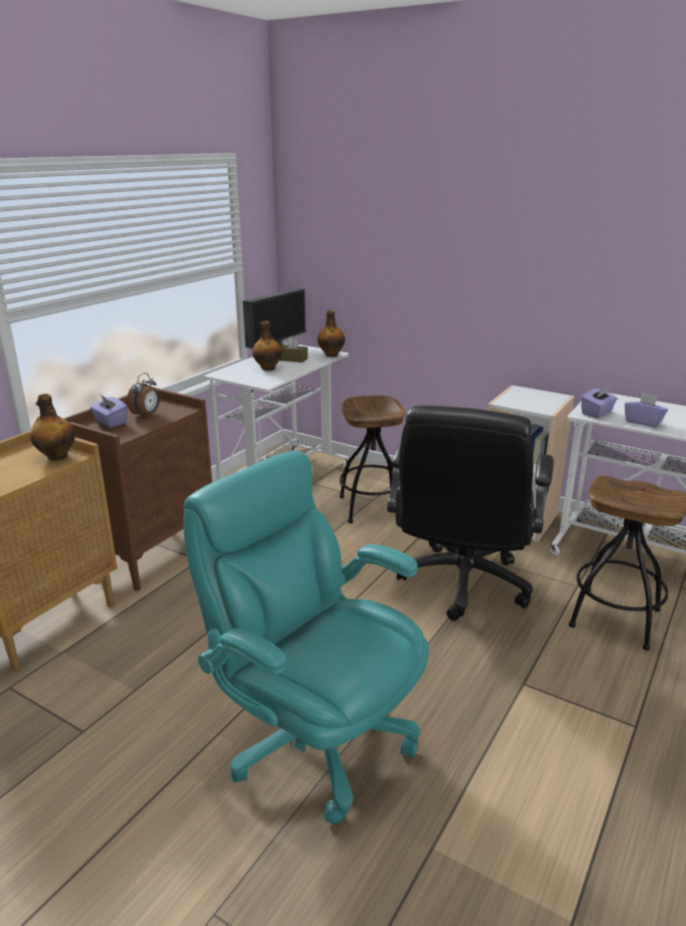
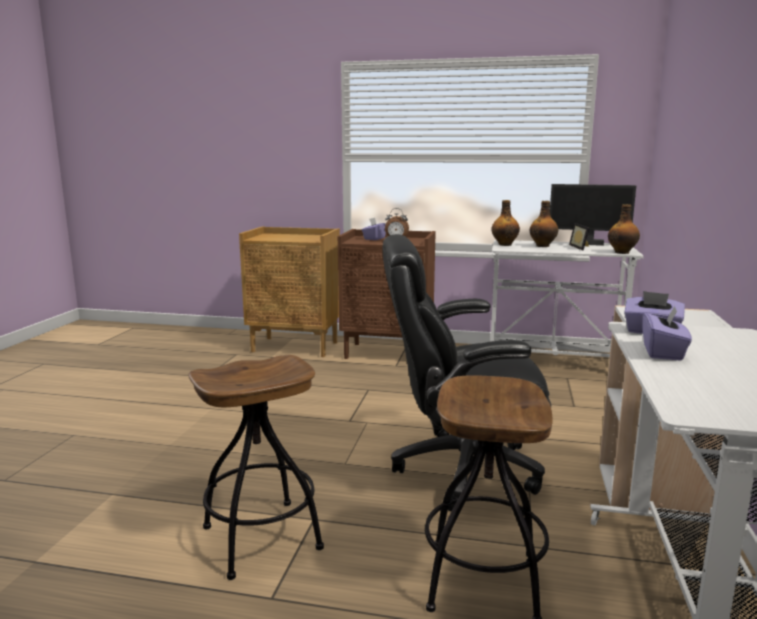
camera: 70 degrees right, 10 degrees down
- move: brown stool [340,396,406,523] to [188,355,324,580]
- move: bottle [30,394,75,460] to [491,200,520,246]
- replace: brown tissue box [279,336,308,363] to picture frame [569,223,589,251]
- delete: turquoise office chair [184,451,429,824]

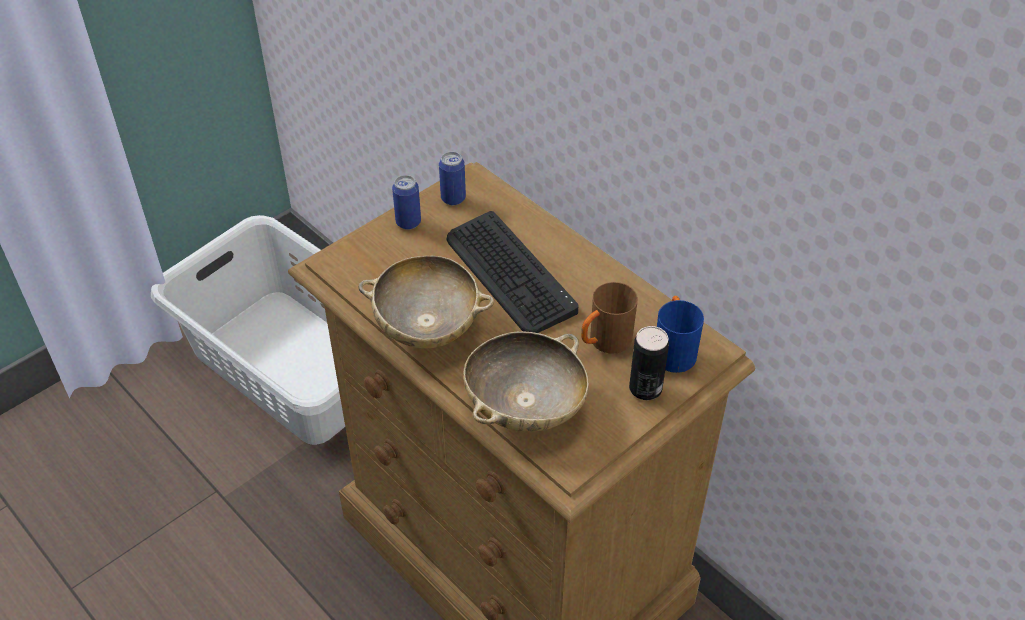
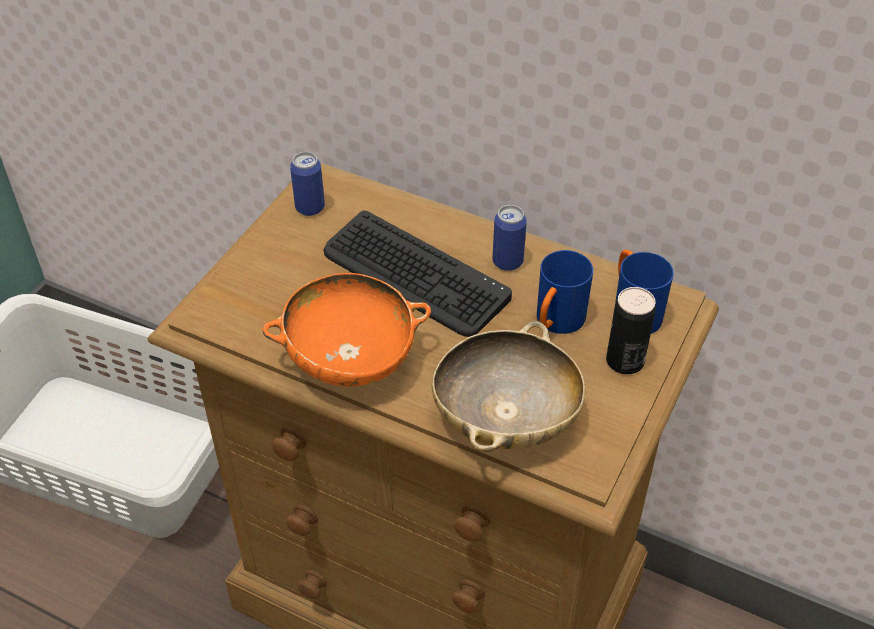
camera: 20 degrees left, 0 degrees up
- recolor: beige bowl [358,256,494,348] to orange bowl [262,273,431,387]
- move: can [392,175,421,230] to [492,205,527,271]
- recolor: brown mug [581,282,638,353] to blue mug [537,250,593,334]

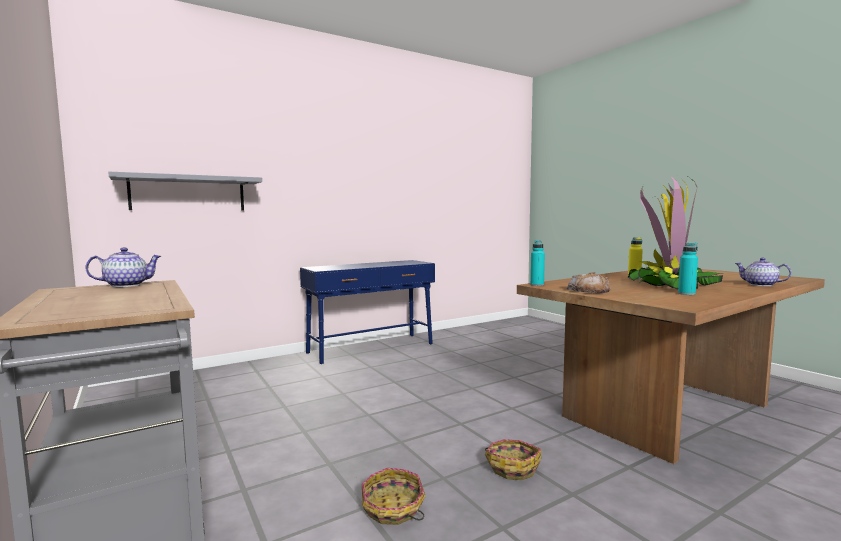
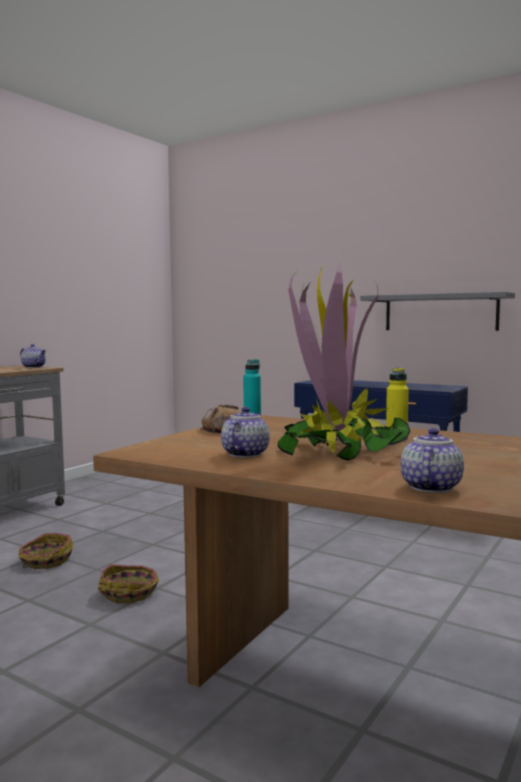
camera: 65 degrees right, 0 degrees up
- replace: turquoise bottle [678,243,698,295] to teapot [221,407,270,458]
- move: grey shelf [109,172,262,210] to [360,292,515,331]

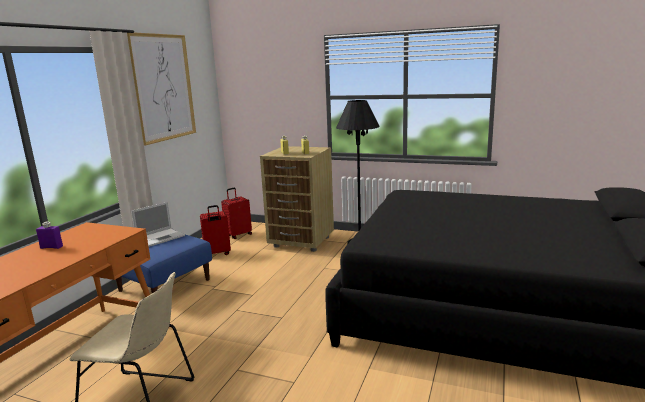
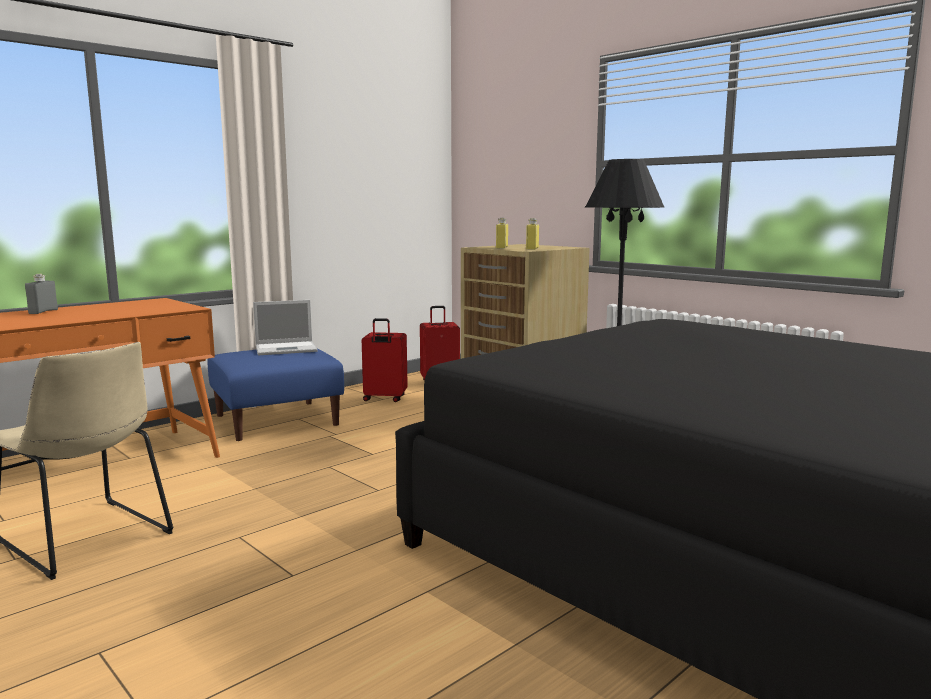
camera: 25 degrees right, 5 degrees down
- insert: grey bottle [25,274,58,314]
- delete: purple bottle [36,221,63,249]
- delete: picture [127,33,196,146]

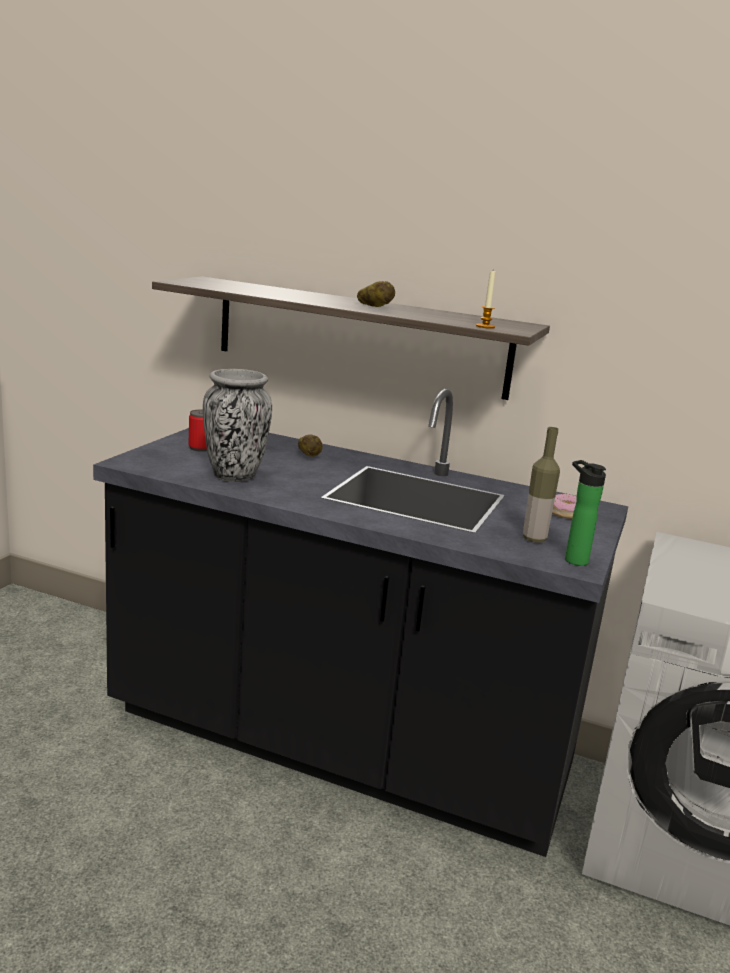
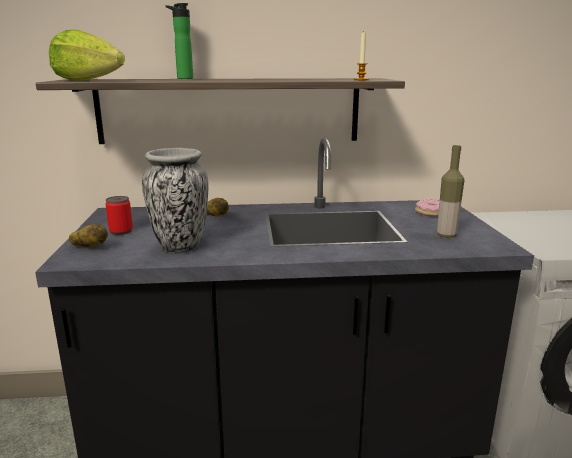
camera: 25 degrees left, 0 degrees up
- insert: lettuce [49,30,125,81]
- move: potato [357,281,395,307] to [69,224,108,247]
- move: bottle [565,460,606,566] to [166,3,193,79]

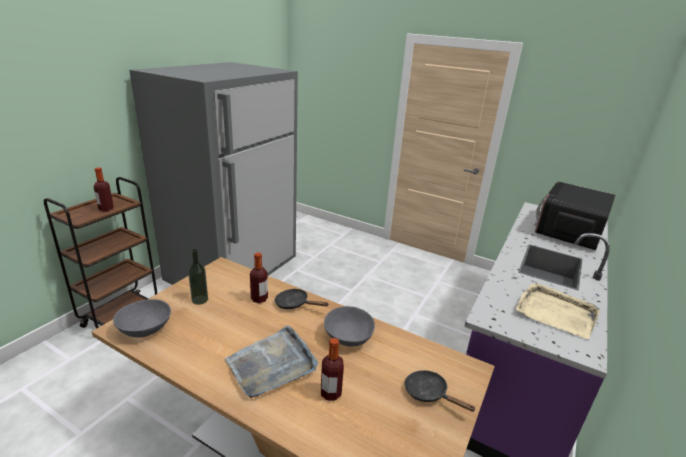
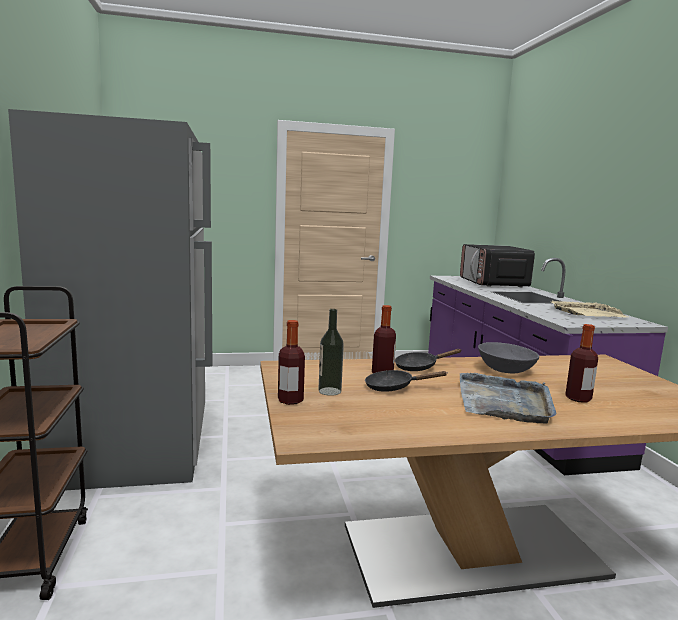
camera: 40 degrees left, 15 degrees down
- move: bottle [94,167,114,212] to [278,320,305,405]
- move: black frying pan [404,370,475,412] to [365,370,448,392]
- delete: grey bowl [113,299,171,337]

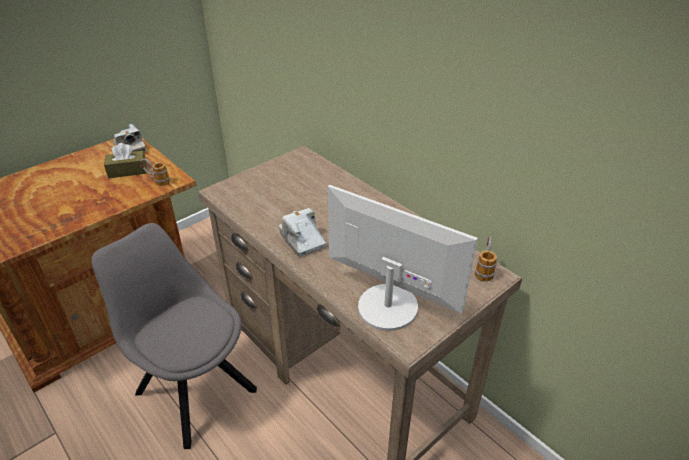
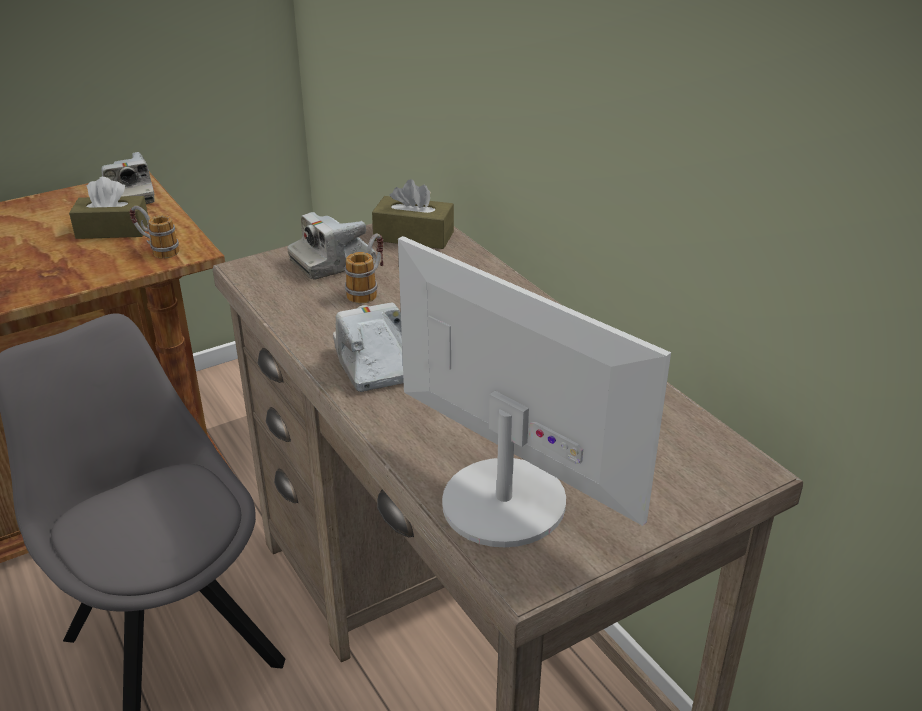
camera: 10 degrees right, 5 degrees down
- insert: photo camera [287,212,376,279]
- move: mug [475,236,497,282] to [344,234,383,303]
- insert: brown tissue box [372,179,454,249]

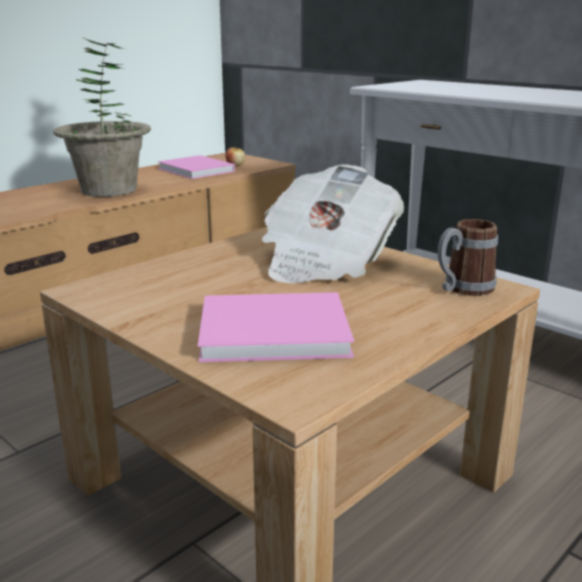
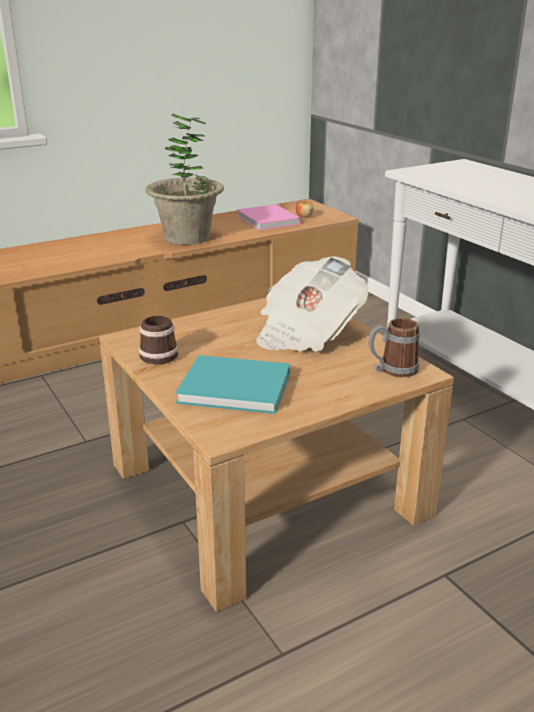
camera: 15 degrees right, 5 degrees up
- insert: mug [139,316,178,364]
- recolor: pink book [198,292,354,362] to turquoise book [175,355,290,414]

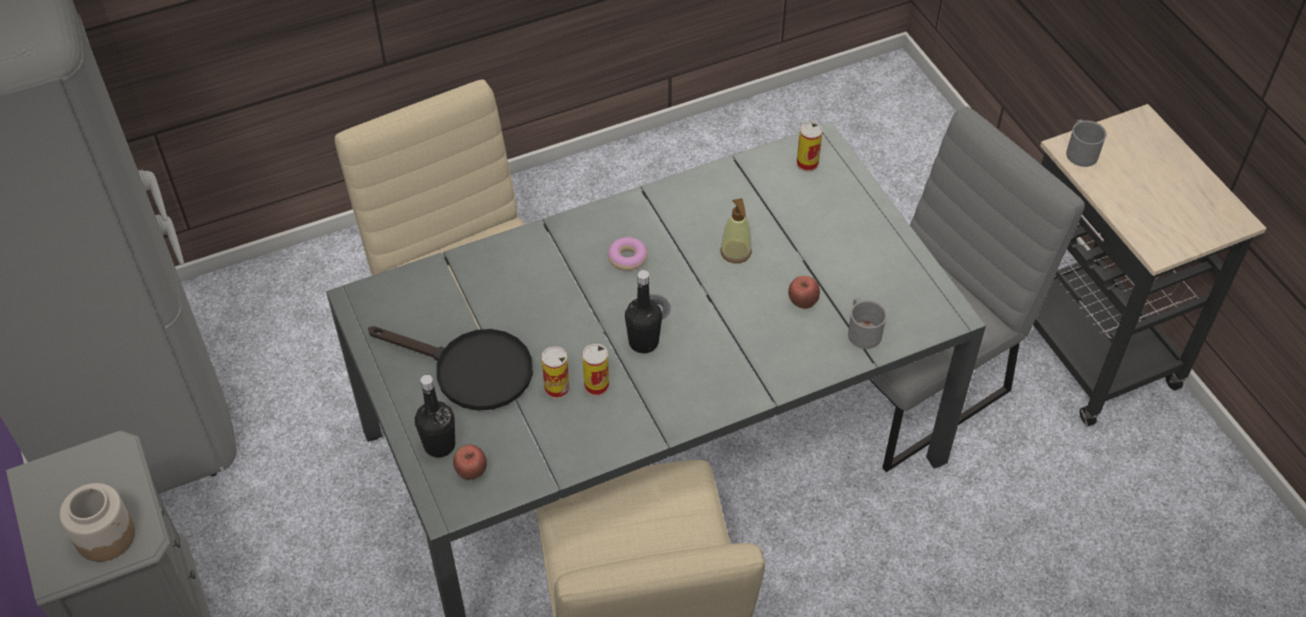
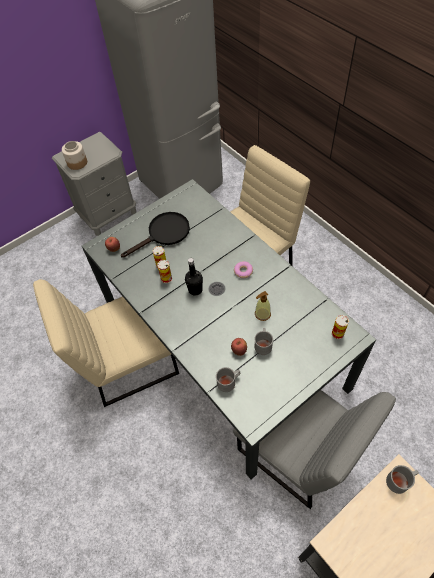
camera: 80 degrees right, 5 degrees up
- rotate: black frying pan [368,326,533,411] = [121,212,190,258] 135 degrees counterclockwise
- insert: grey mug [254,328,273,355]
- delete: black bottle [415,375,455,458]

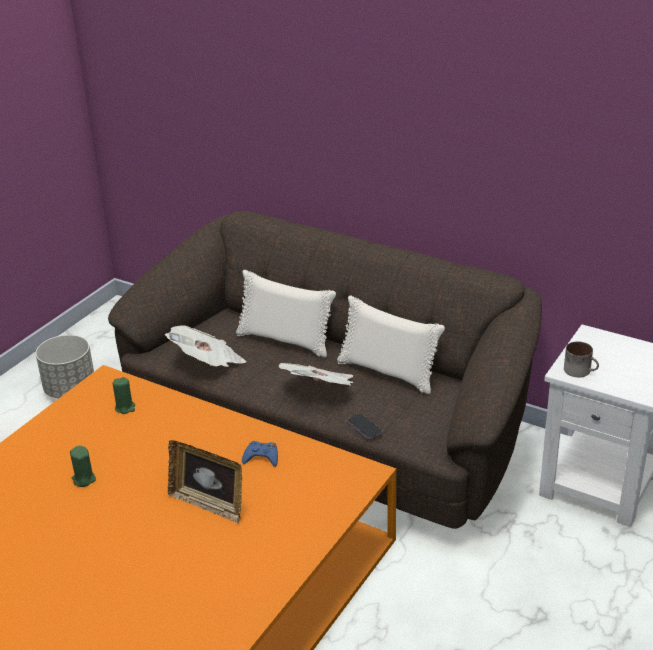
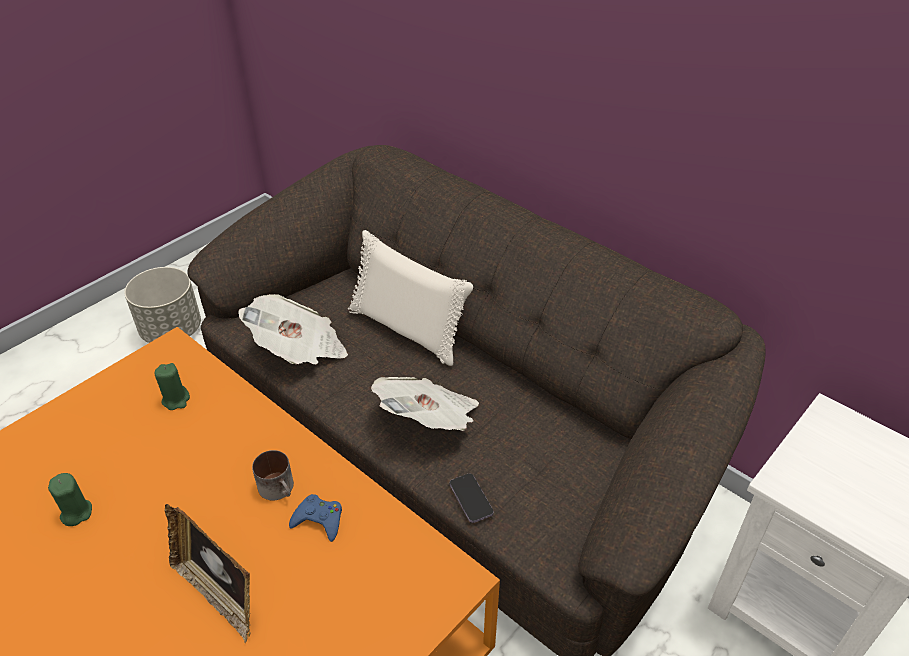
camera: 10 degrees right, 10 degrees up
- move: mug [564,341,599,377] to [252,450,294,500]
- delete: white pillow [337,295,445,394]

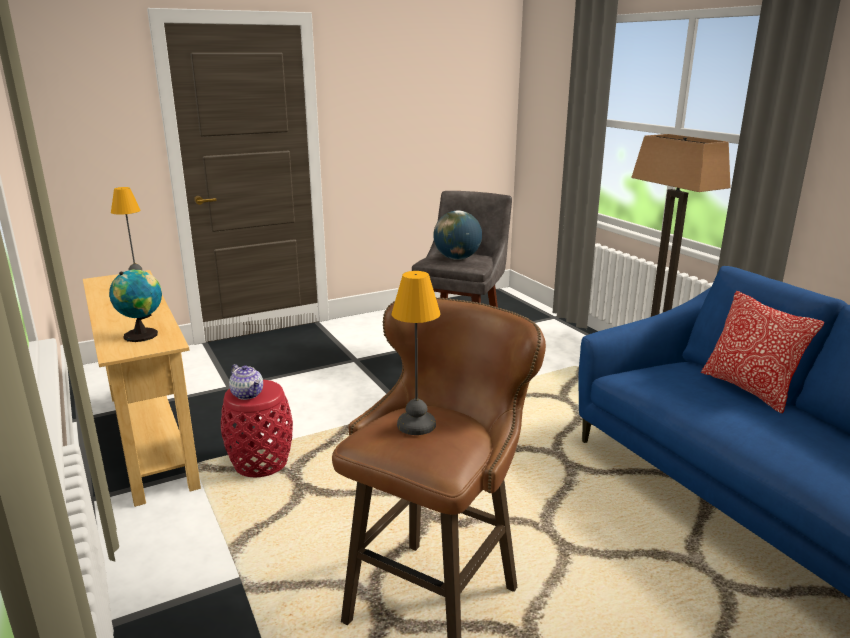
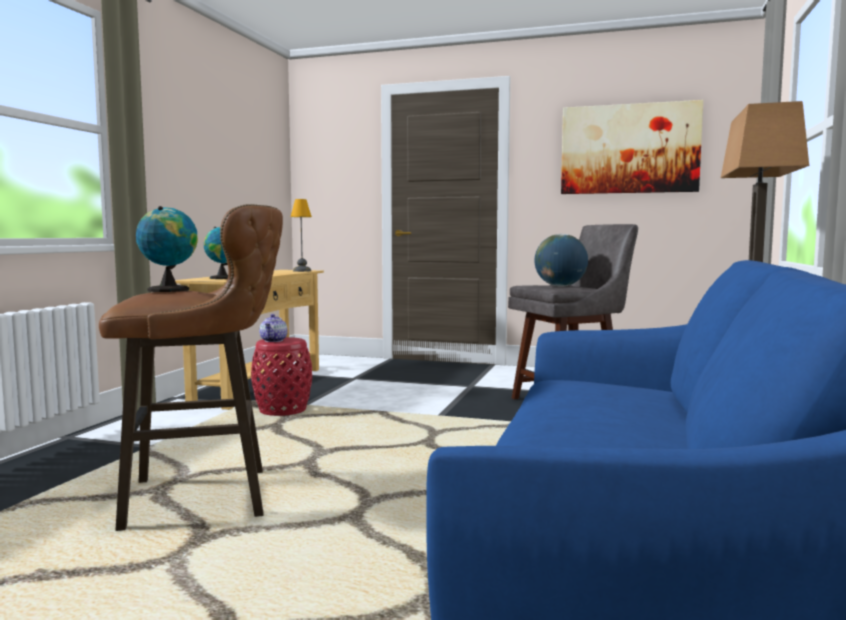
camera: 45 degrees right, 15 degrees down
- replace: table lamp [391,271,440,435] to globe [136,206,198,292]
- insert: picture [561,100,703,194]
- delete: pillow [701,291,824,413]

